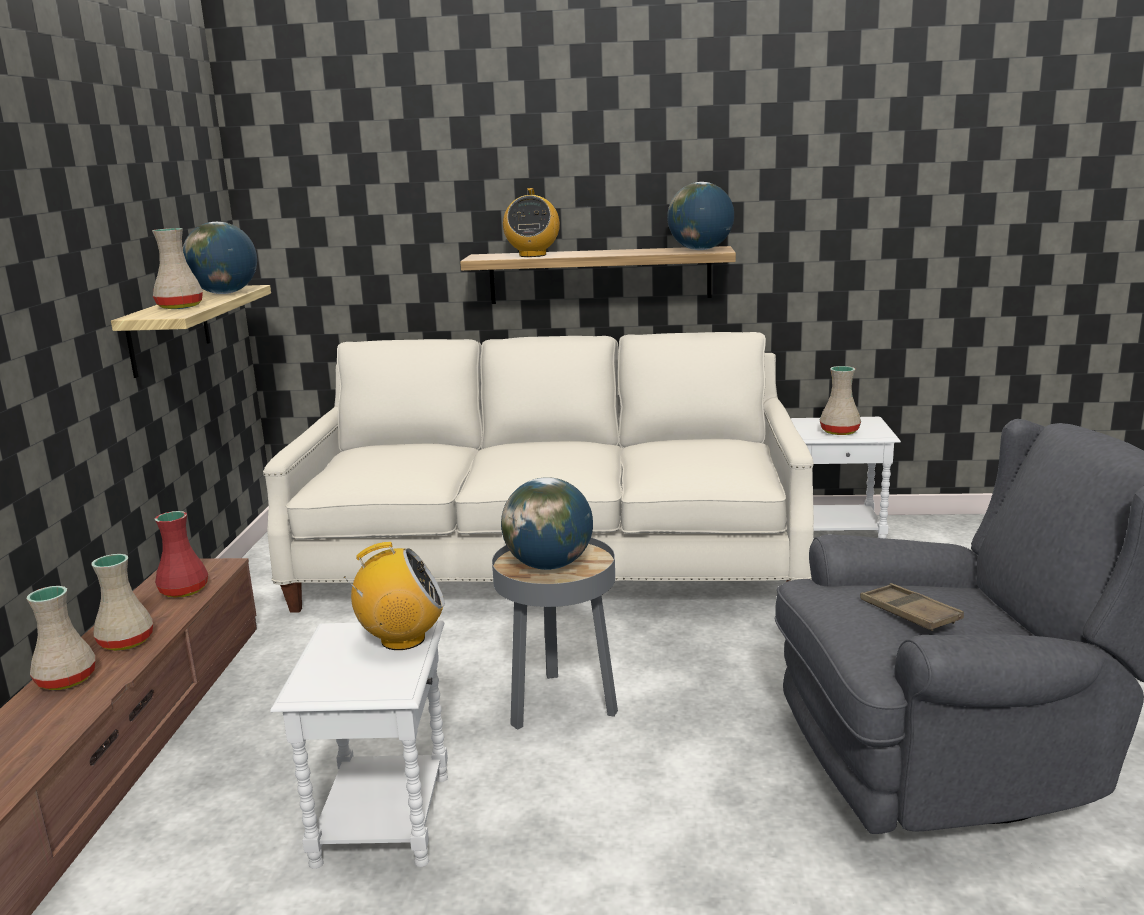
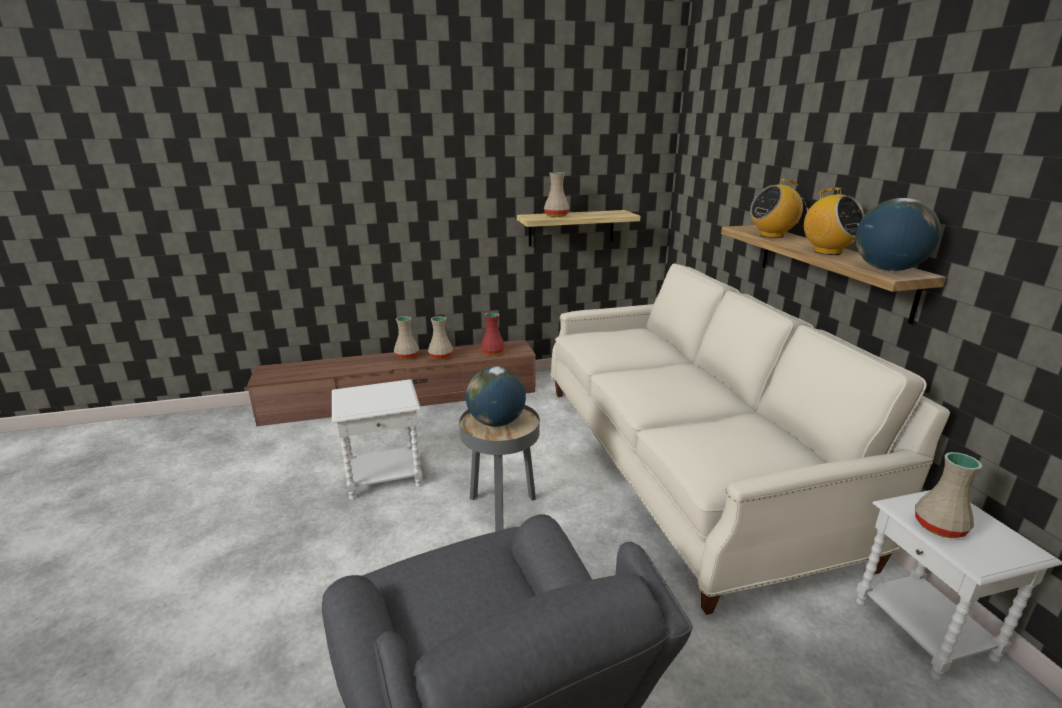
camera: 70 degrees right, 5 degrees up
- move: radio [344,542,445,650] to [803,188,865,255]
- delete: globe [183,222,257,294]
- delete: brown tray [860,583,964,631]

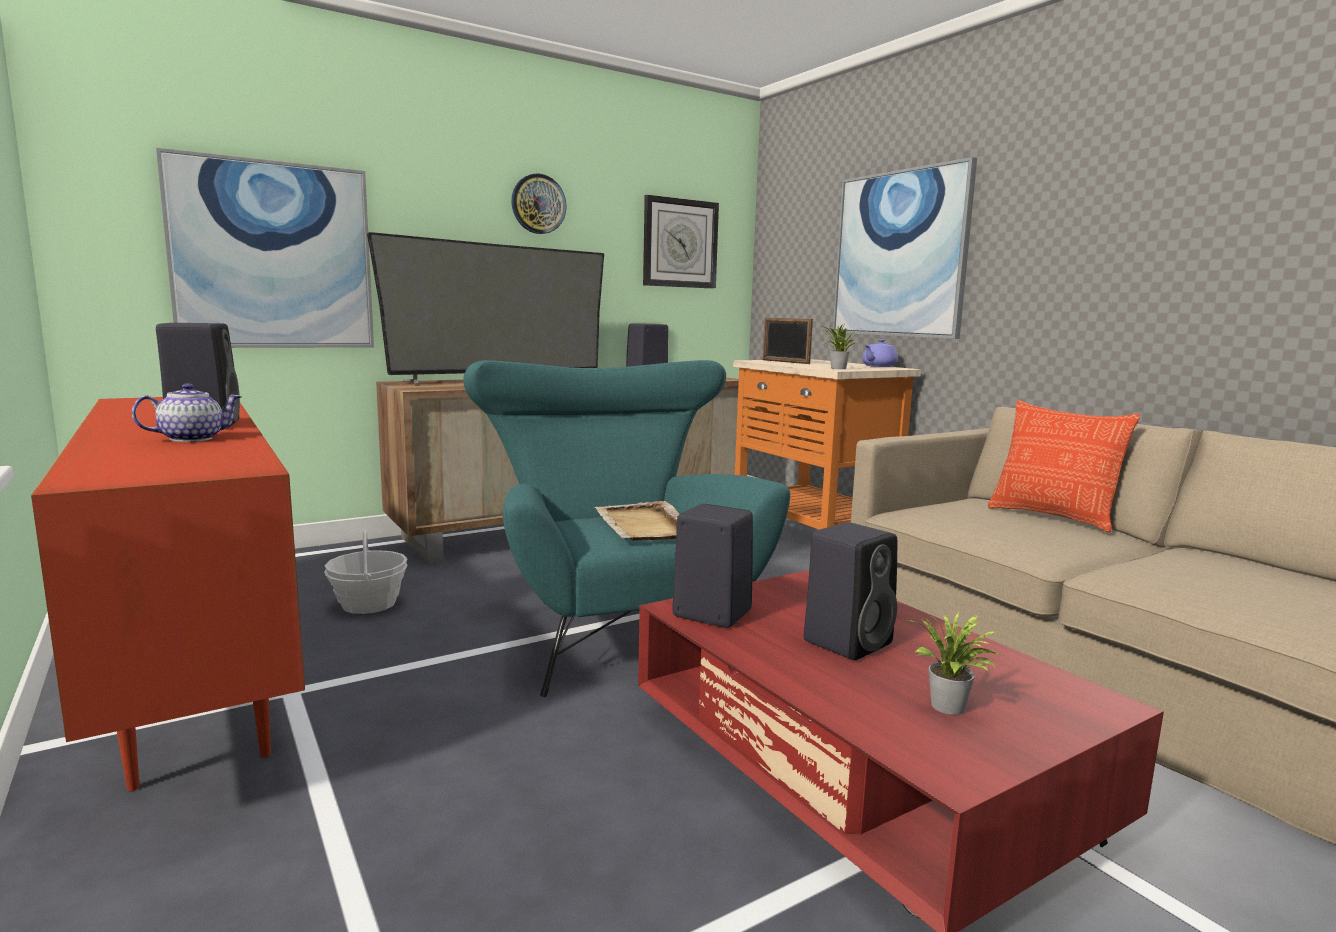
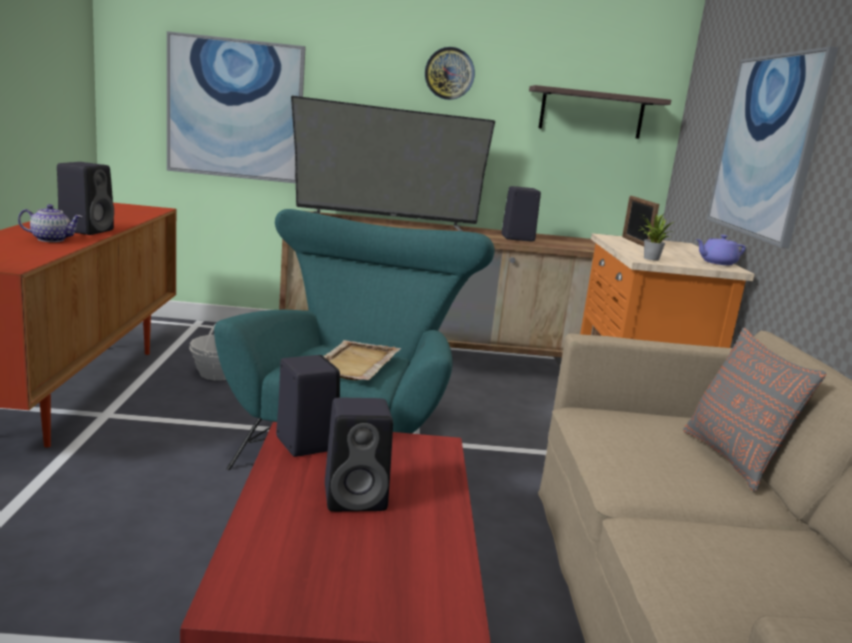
camera: 30 degrees right, 5 degrees up
- replace: wall clock [643,195,719,289] to shelf [529,85,671,139]
- recolor: orange pillow [988,400,1140,532] to grey pillow [683,328,826,492]
- delete: potted plant [907,610,1003,715]

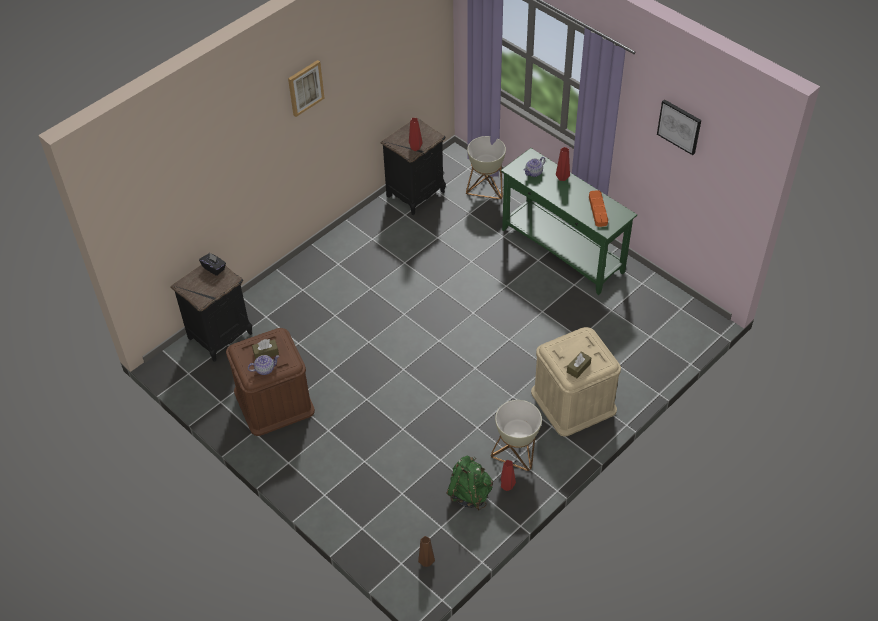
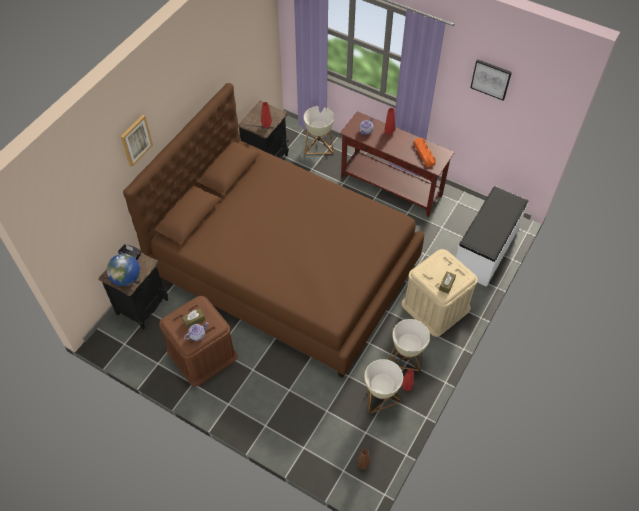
camera: 15 degrees left, 5 degrees up
- insert: globe [107,254,140,286]
- move: picture [288,60,325,117] to [120,115,153,167]
- insert: brown bed [123,83,424,378]
- recolor: green console table [501,148,637,295] to brown console table [340,111,455,217]
- replace: green backpack [446,455,493,511] to planter [364,359,403,413]
- insert: white bench [456,186,529,287]

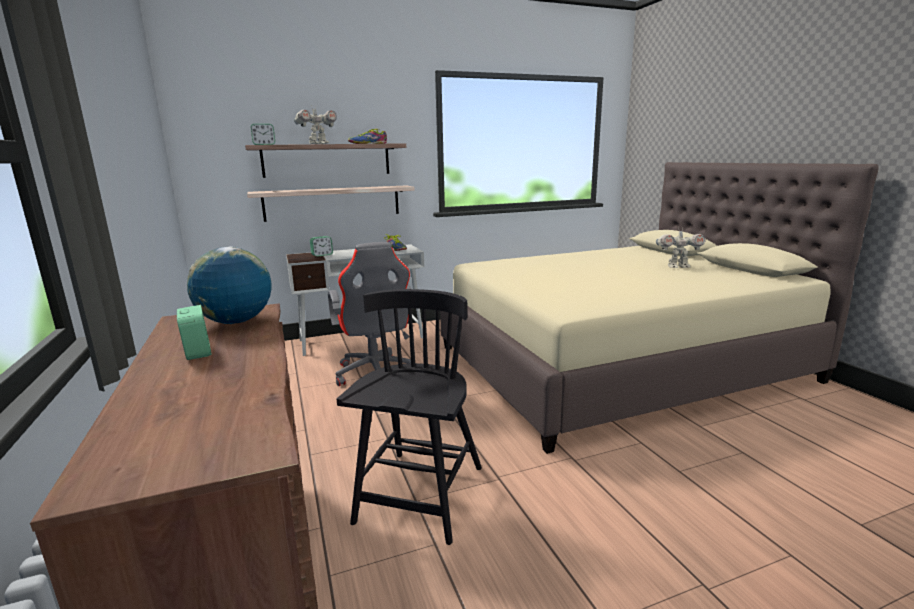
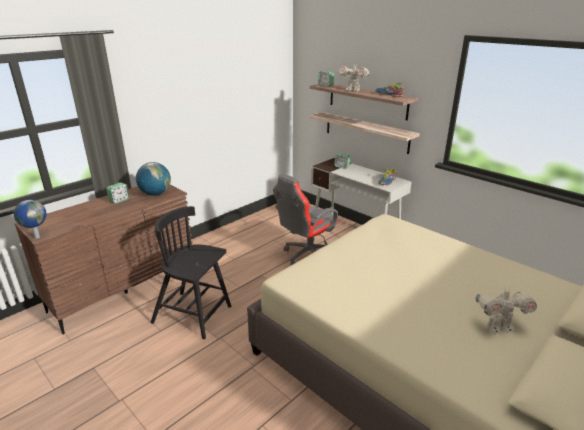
camera: 65 degrees right, 10 degrees up
- insert: globe [14,200,46,239]
- rotate: black chair [336,289,482,545] = [150,206,232,339] 150 degrees counterclockwise
- rotate: toy robot [656,230,706,268] = [476,287,537,334] 75 degrees counterclockwise

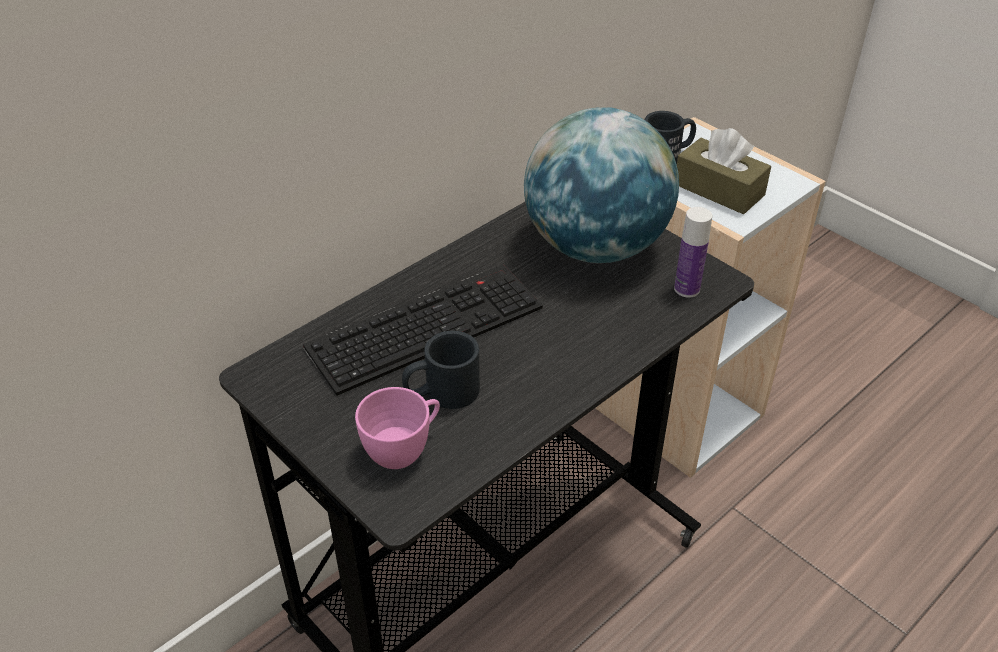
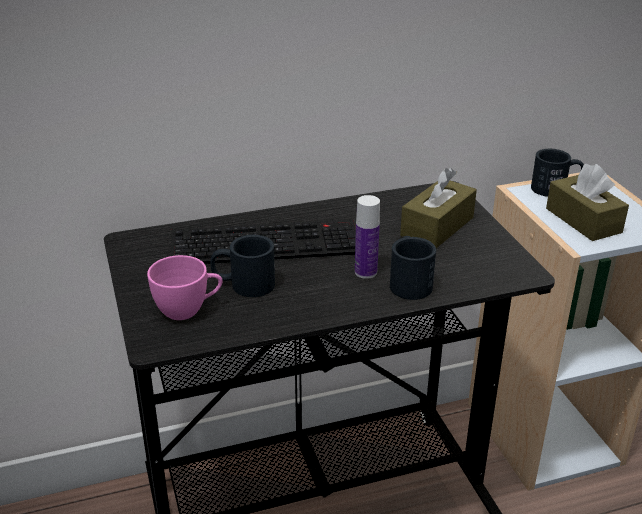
camera: 25 degrees right, 10 degrees down
- move: bottle [674,207,712,298] to [355,195,380,279]
- insert: black mug [390,236,436,300]
- replace: globe [524,107,679,263] to brown tissue box [400,168,477,248]

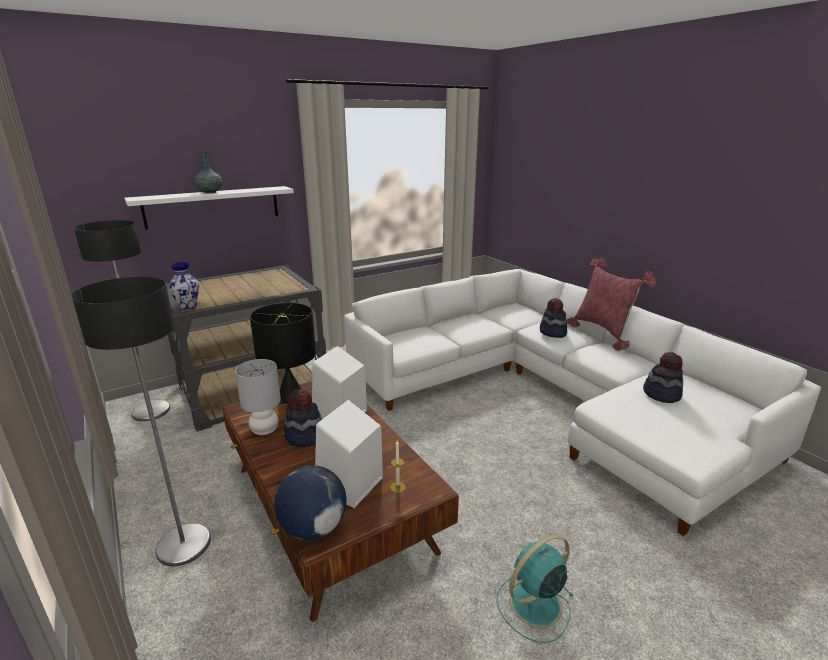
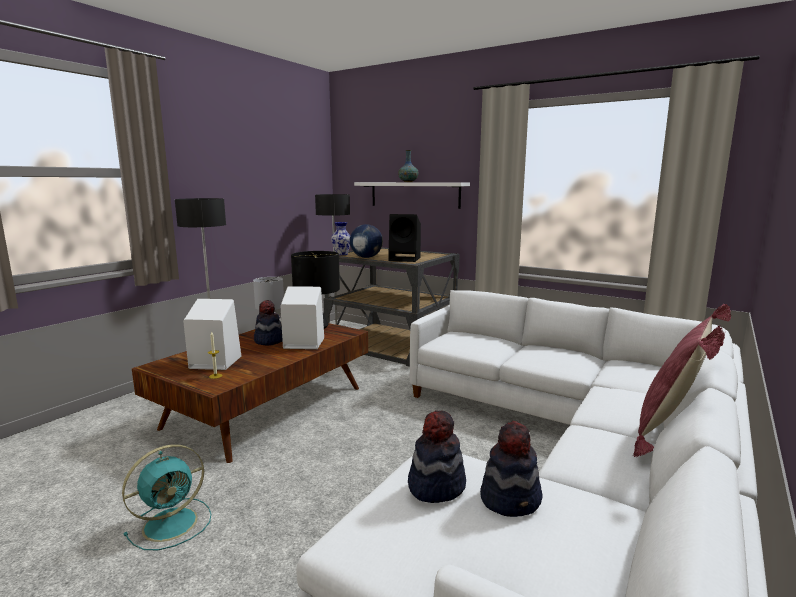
camera: 65 degrees right, 10 degrees down
- rotate: turquoise fan [496,534,574,643] = [122,444,211,550] 105 degrees clockwise
- move: globe [274,466,346,540] to [350,224,383,258]
- insert: black speaker [388,214,421,262]
- move: hat [540,298,567,338] to [408,410,466,503]

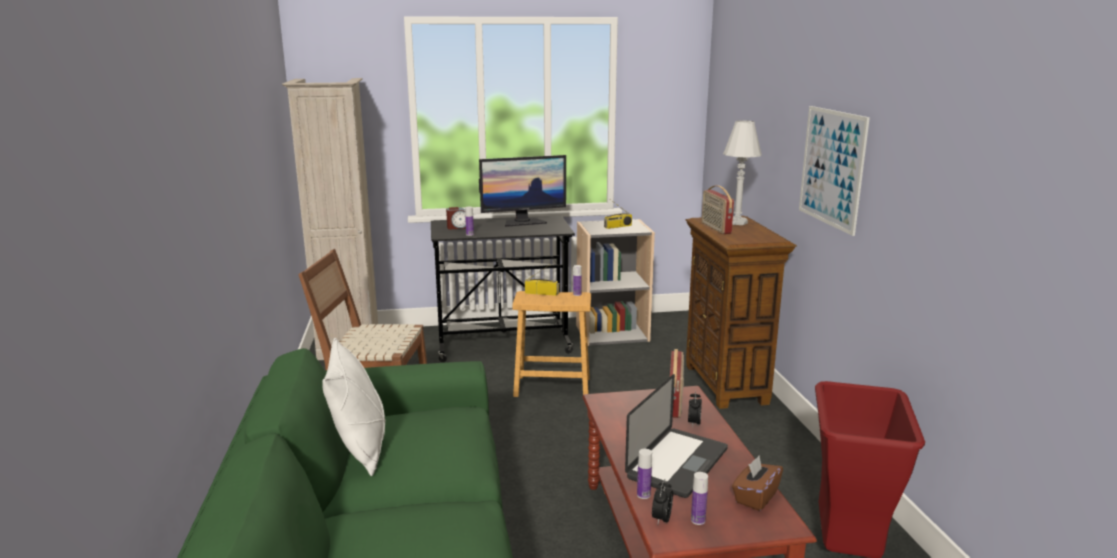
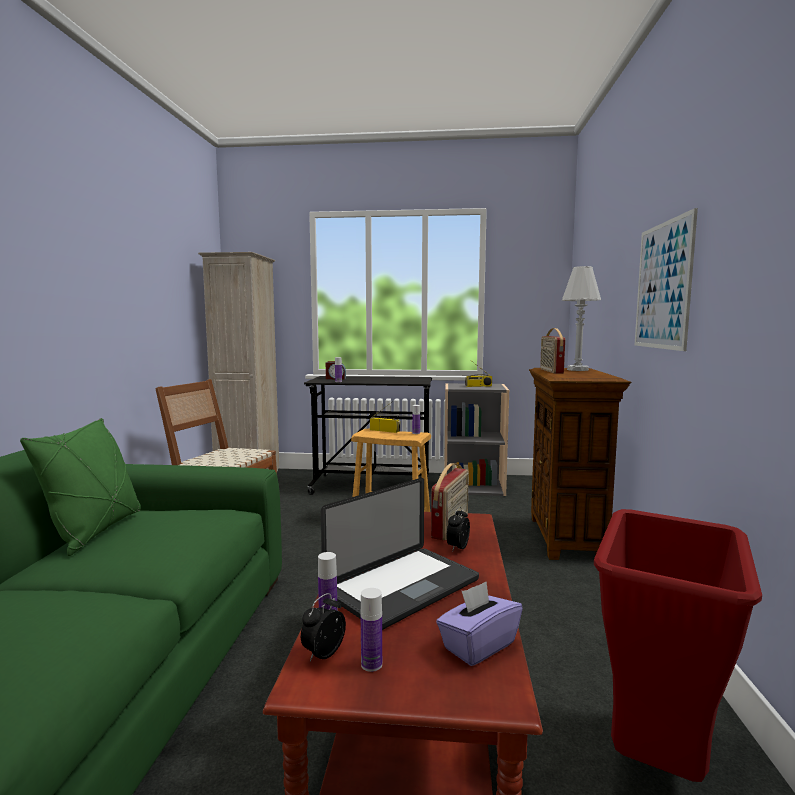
camera: 15 degrees right, 10 degrees down
- recolor: white pillow [322,338,386,476] to green pillow [20,418,141,556]
- recolor: brown tissue box [732,456,783,511] to purple tissue box [436,582,523,666]
- delete: monitor [479,155,566,227]

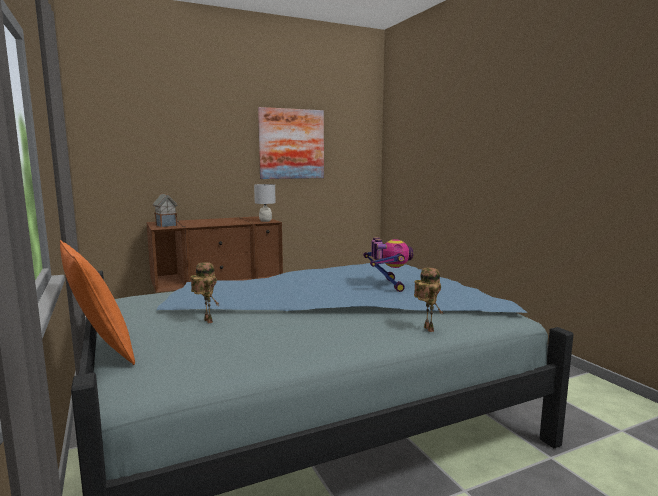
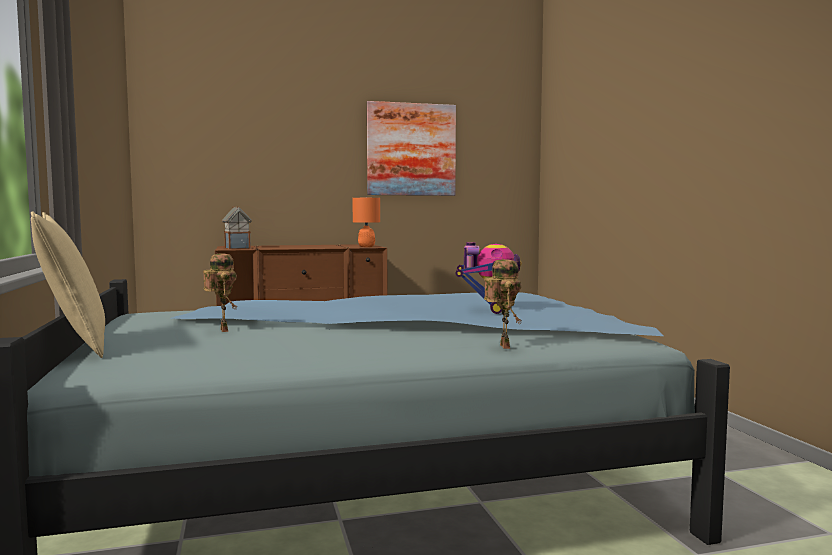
camera: 10 degrees right, 5 degrees down
- recolor: orange pillow [60,240,135,365] to beige pillow [31,211,105,358]
- recolor: grey table lamp [254,184,276,222] to orange table lamp [352,197,380,247]

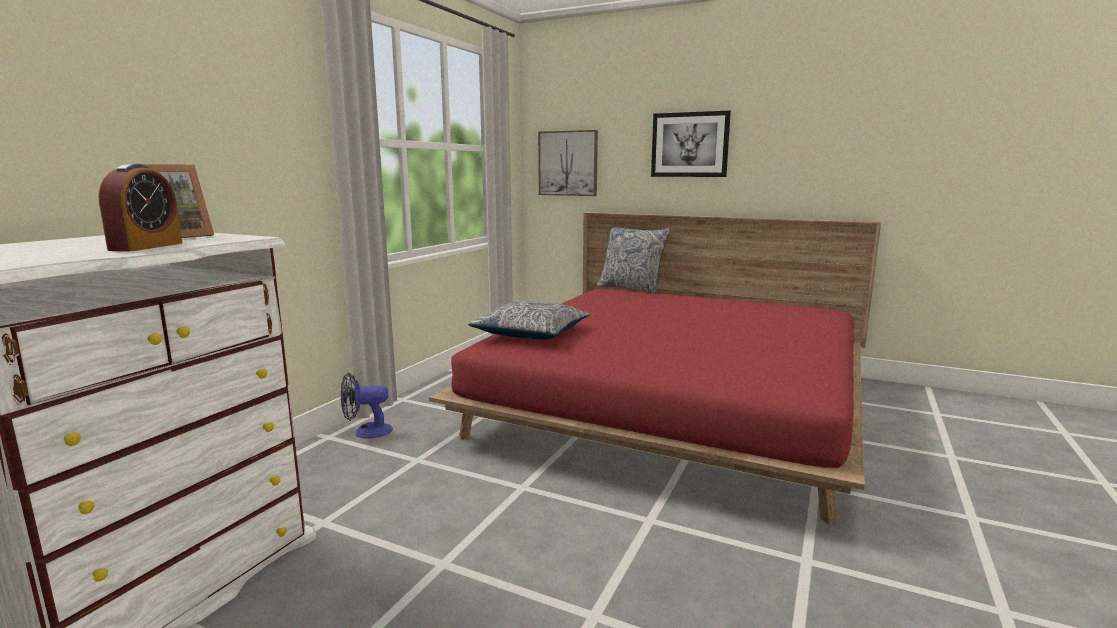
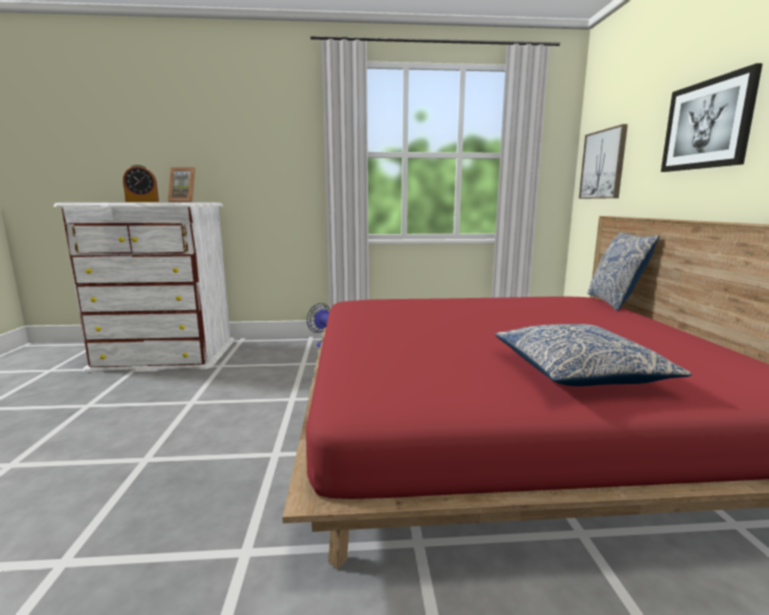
camera: 60 degrees right, 0 degrees up
- move: pillow [468,301,590,340] to [495,324,692,386]

